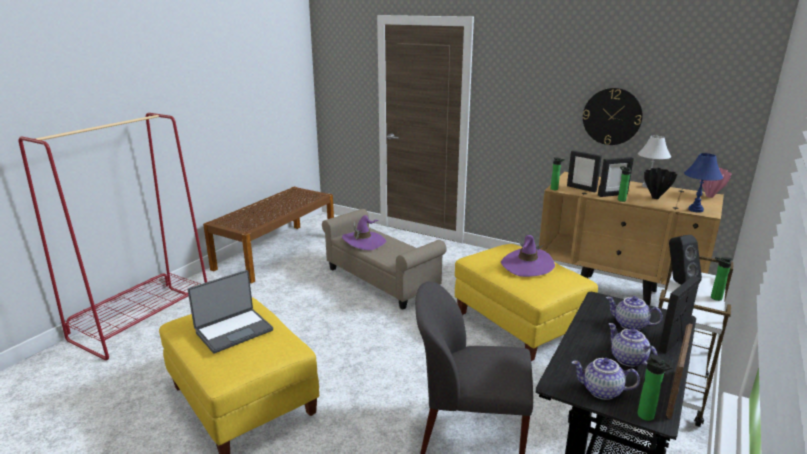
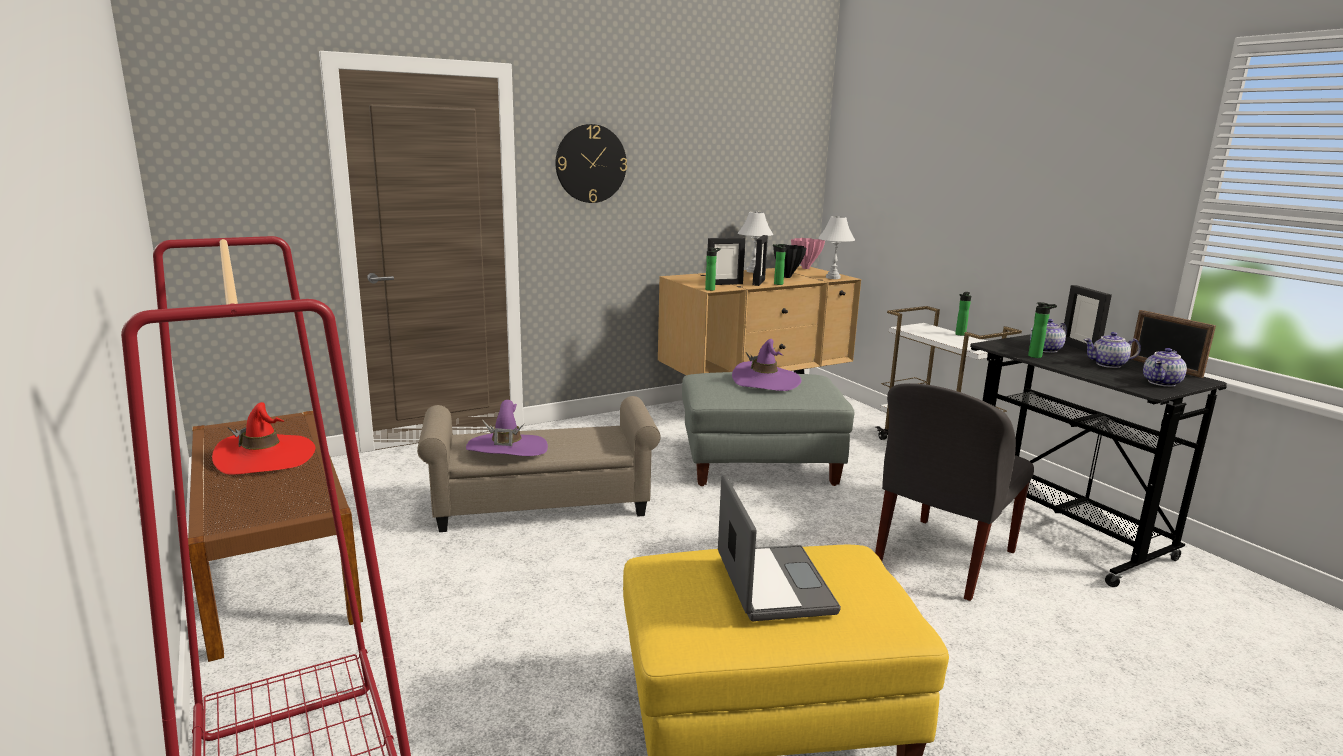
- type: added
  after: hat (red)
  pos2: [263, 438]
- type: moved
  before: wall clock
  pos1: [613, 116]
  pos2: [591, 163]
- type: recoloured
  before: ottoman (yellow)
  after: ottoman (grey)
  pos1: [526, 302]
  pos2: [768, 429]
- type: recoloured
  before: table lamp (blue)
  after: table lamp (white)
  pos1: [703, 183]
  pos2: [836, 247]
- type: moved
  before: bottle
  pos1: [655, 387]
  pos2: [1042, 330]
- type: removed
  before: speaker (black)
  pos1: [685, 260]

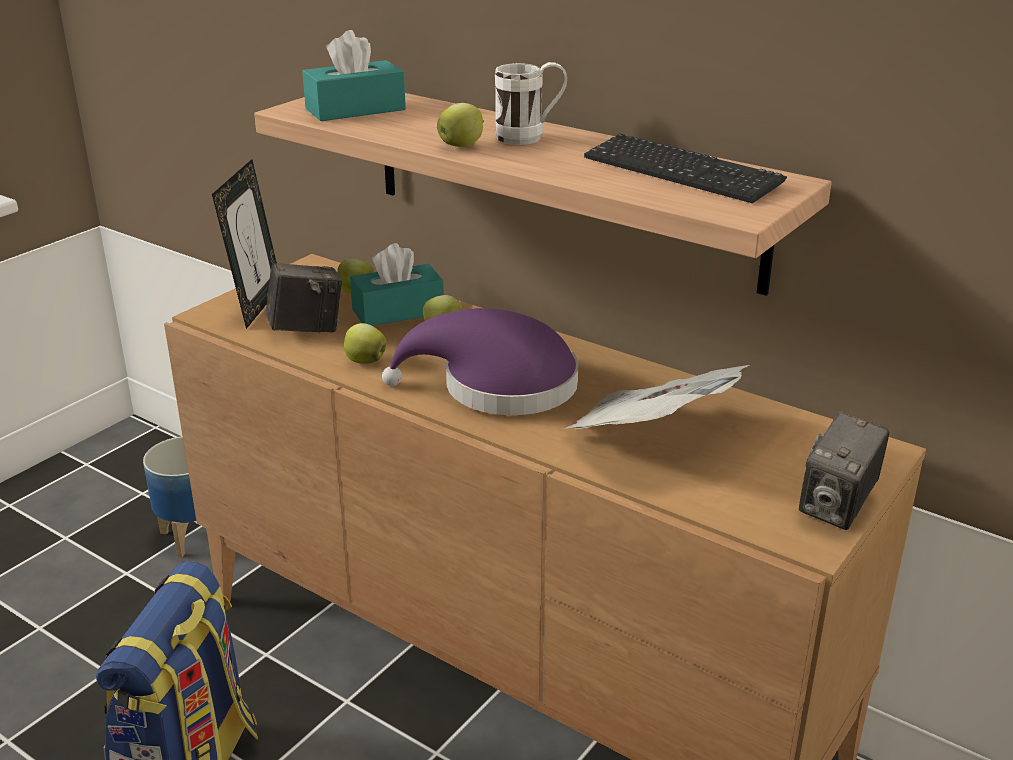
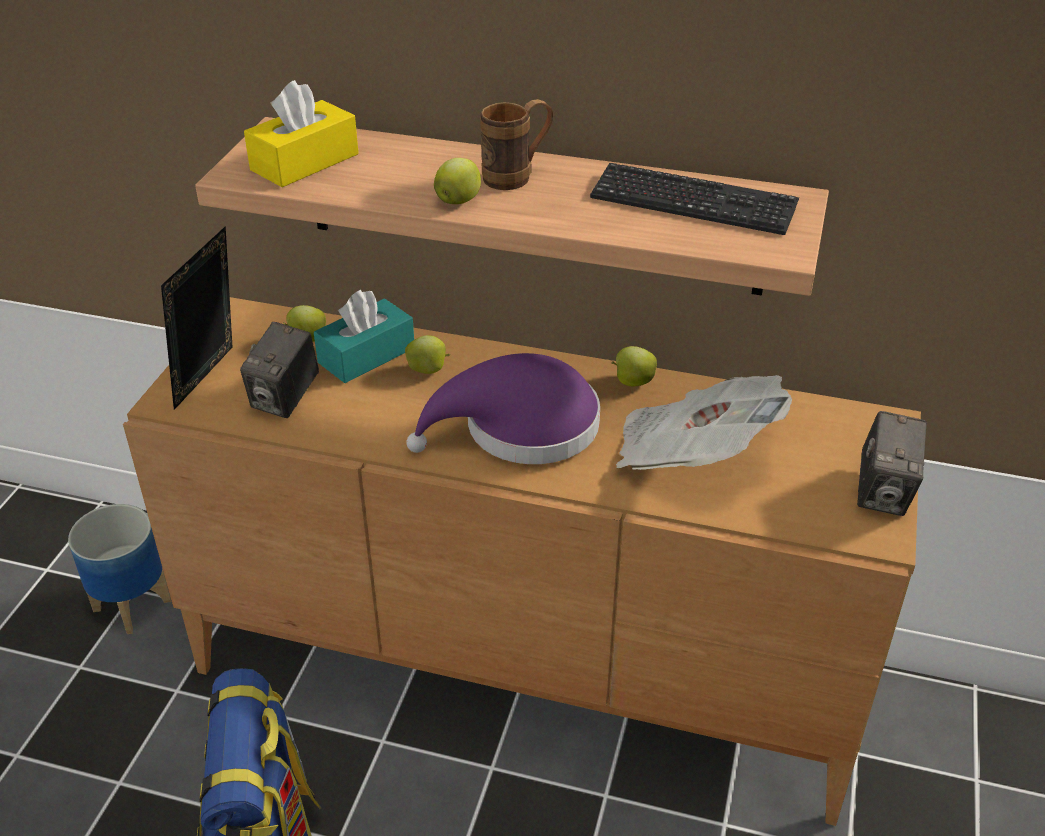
- type: turned
  before: picture frame
  pos1: [244, 244]
  pos2: [196, 318]
  turn: -150
- type: turned
  before: photo camera
  pos1: [304, 298]
  pos2: [279, 370]
  turn: 150
- type: recoloured
  before: tissue box (turquoise)
  after: tissue box (yellow)
  pos1: [354, 75]
  pos2: [301, 133]
- type: recoloured
  before: mug (white)
  after: mug (brown)
  pos1: [531, 103]
  pos2: [516, 144]
- type: moved
  before: apple
  pos1: [365, 343]
  pos2: [634, 366]

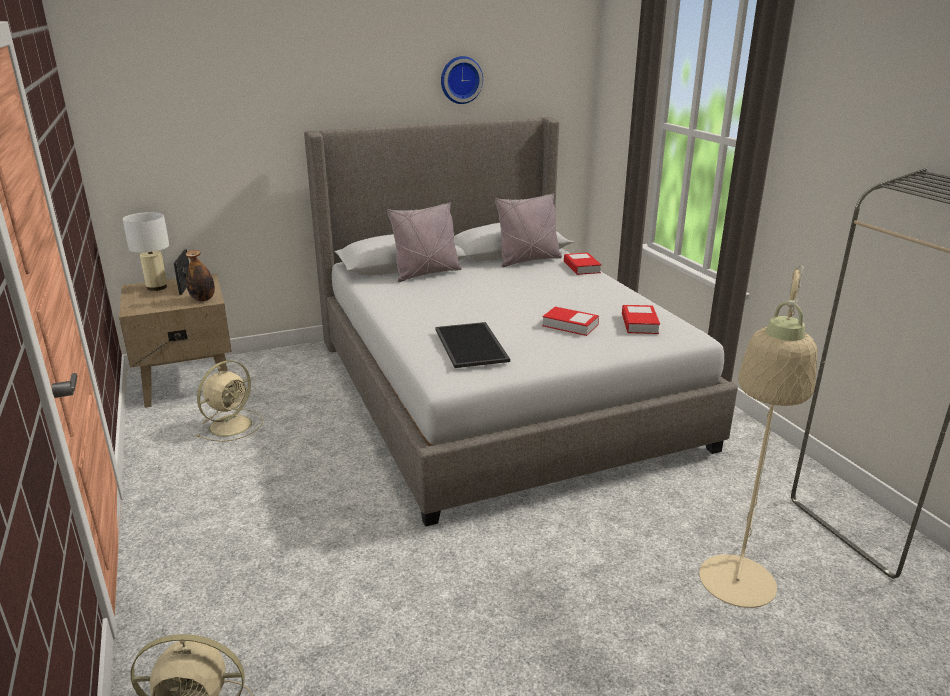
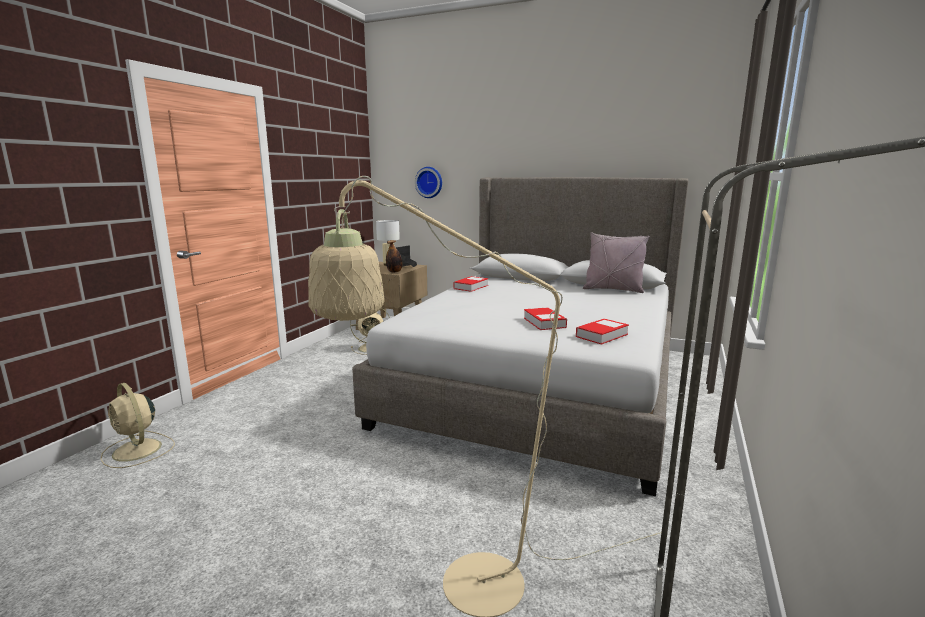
- type: moved
  before: wall clock
  pos1: [462, 80]
  pos2: [428, 182]
- type: moved
  before: book
  pos1: [582, 263]
  pos2: [471, 284]
- type: removed
  before: pillow (purple)
  pos1: [424, 242]
- type: removed
  before: tray
  pos1: [472, 345]

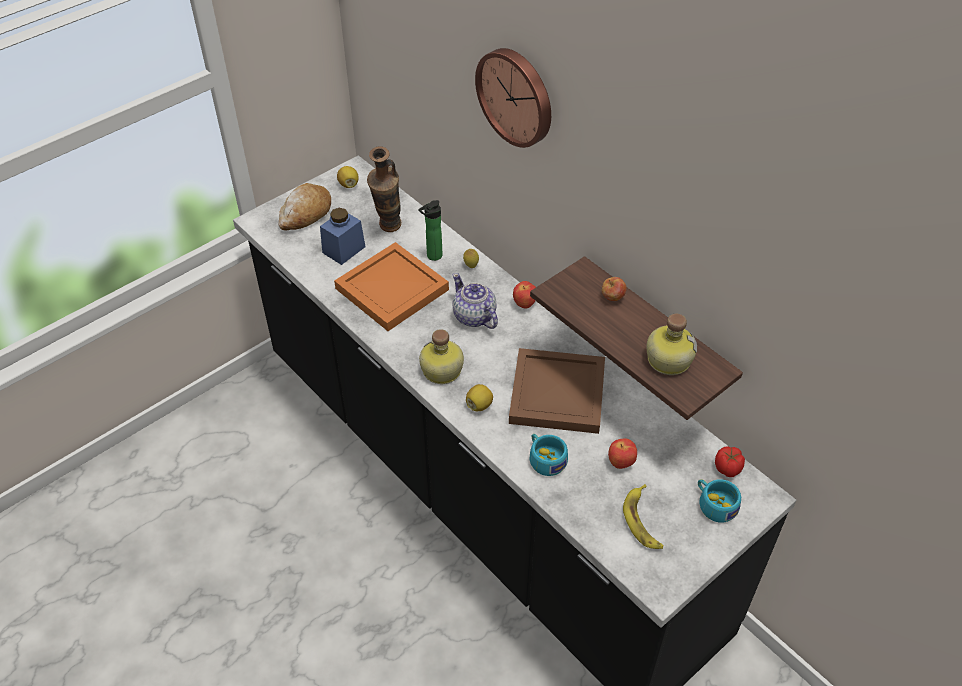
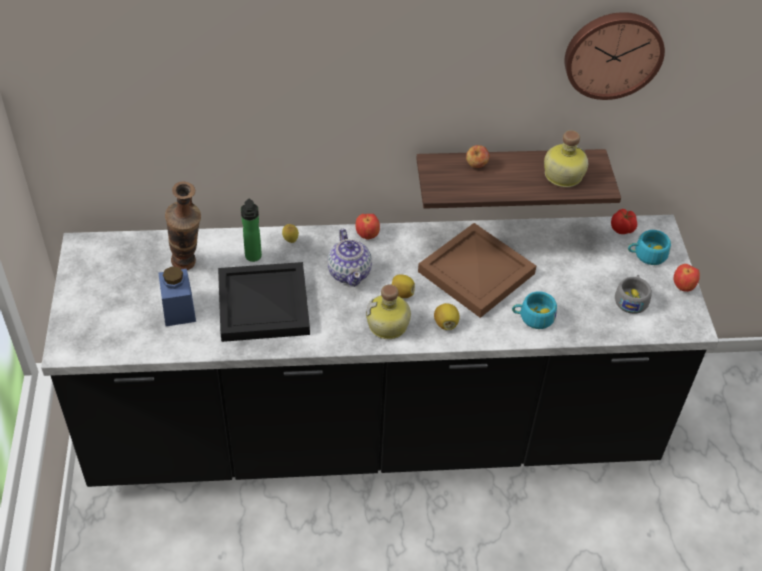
- type: recoloured
  before: tray (orange)
  after: tray (black)
  pos1: [391, 286]
  pos2: [264, 302]
- type: turned
  before: teapot
  pos1: [475, 301]
  pos2: [350, 258]
  turn: -105
- type: moved
  before: lemon
  pos1: [348, 177]
  pos2: [403, 286]
- type: moved
  before: wall clock
  pos1: [513, 98]
  pos2: [614, 56]
- type: replaced
  before: banana
  after: cup (grey)
  pos1: [643, 516]
  pos2: [633, 294]
- type: moved
  before: apple
  pos1: [622, 453]
  pos2: [687, 278]
- type: removed
  before: bread
  pos1: [305, 207]

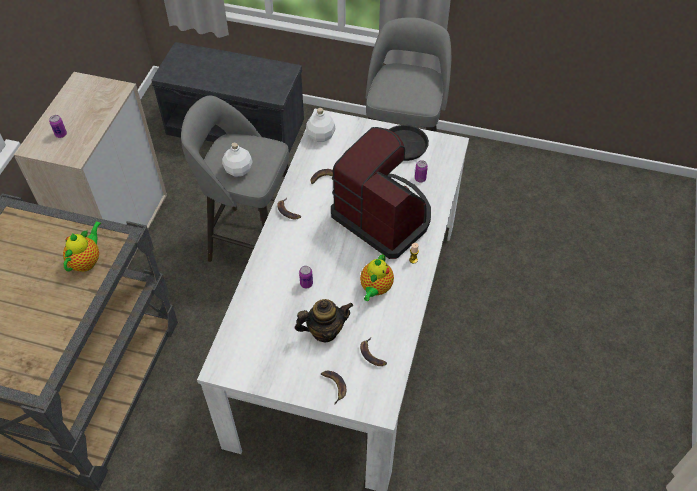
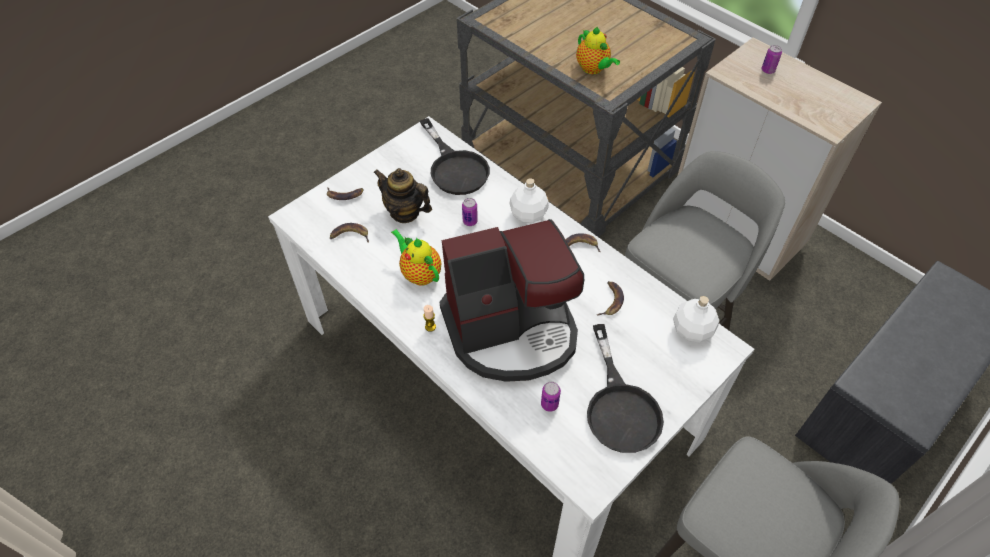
- type: turned
  before: teapot
  pos1: [324, 321]
  pos2: [402, 195]
  turn: 105
- type: added
  after: frying pan (black)
  pos2: [455, 156]
- type: moved
  before: bottle (white)
  pos1: [237, 159]
  pos2: [529, 200]

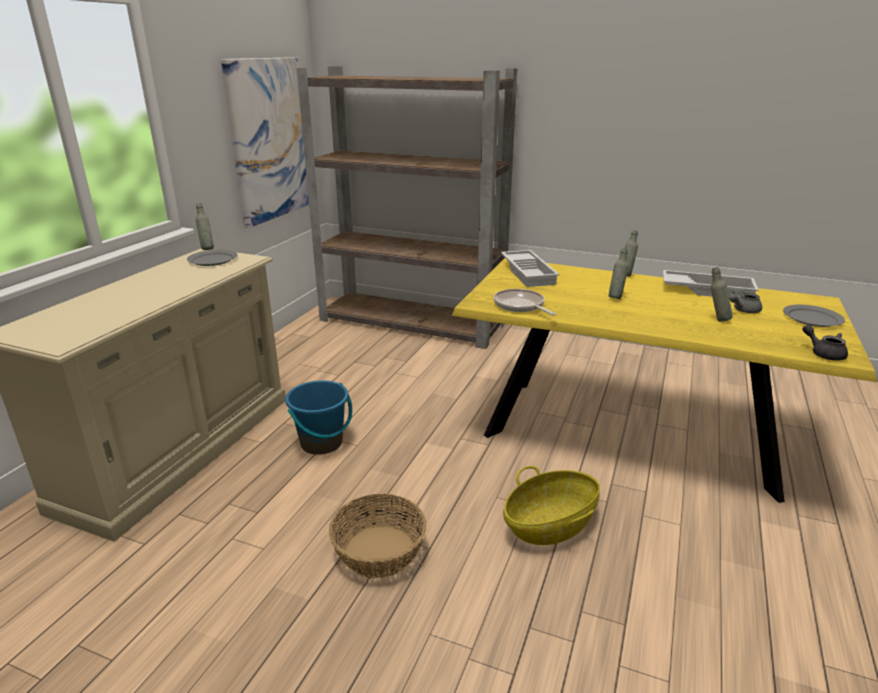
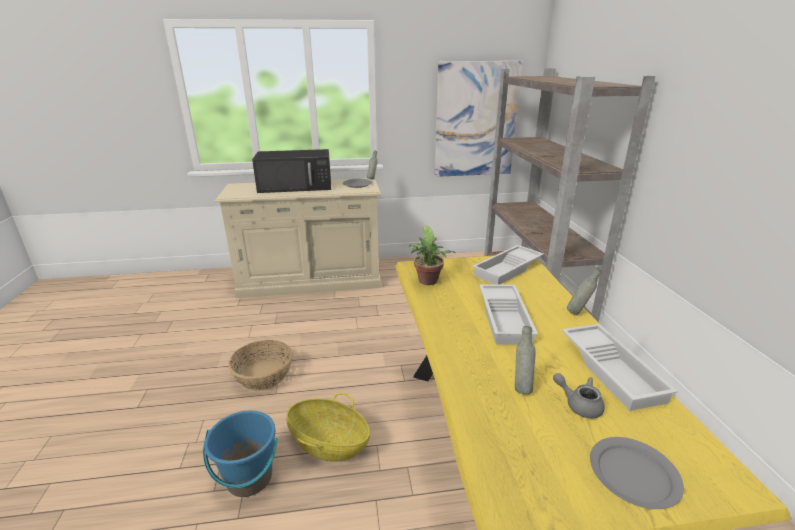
- type: moved
  before: bucket (blue)
  pos1: [318, 417]
  pos2: [240, 453]
- type: added
  after: microwave (black)
  pos2: [291, 171]
- type: replaced
  before: frying pan
  after: potted plant
  pos1: [525, 302]
  pos2: [432, 255]
- type: replaced
  before: bottle (grey)
  after: tray (white)
  pos1: [618, 273]
  pos2: [508, 315]
- type: removed
  before: teapot (grey)
  pos1: [825, 343]

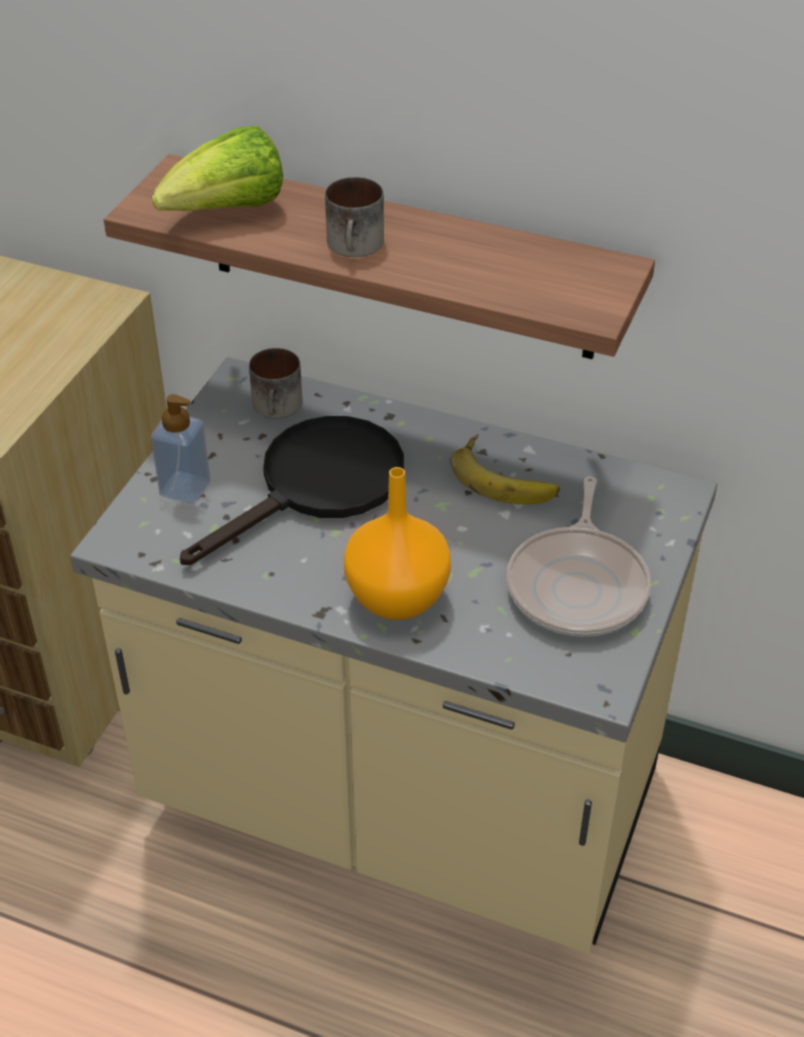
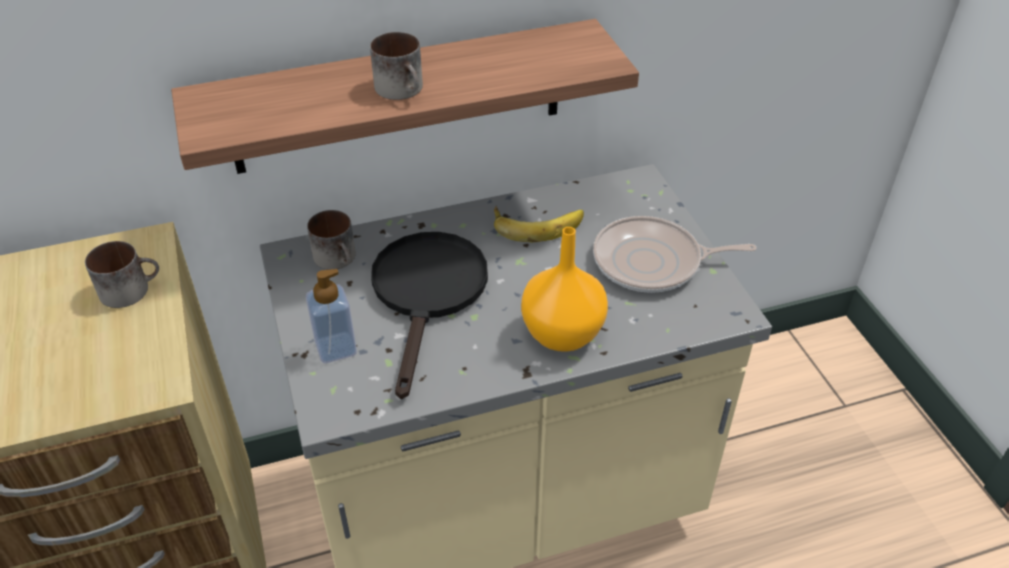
- type: added
  after: mug
  pos2: [122, 274]
- type: turned
  before: frying pan
  pos1: [579, 556]
  pos2: [675, 254]
  turn: 120
- type: removed
  before: lettuce
  pos1: [217, 168]

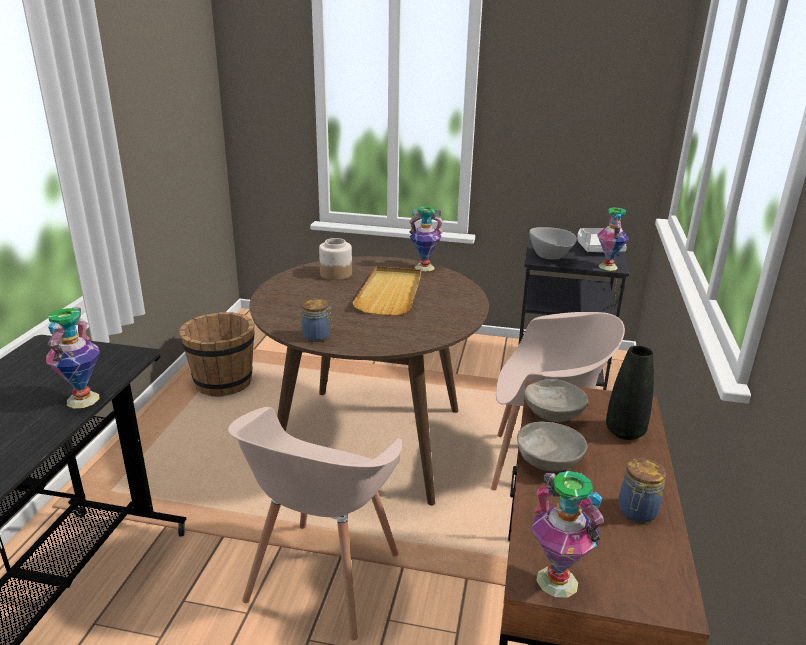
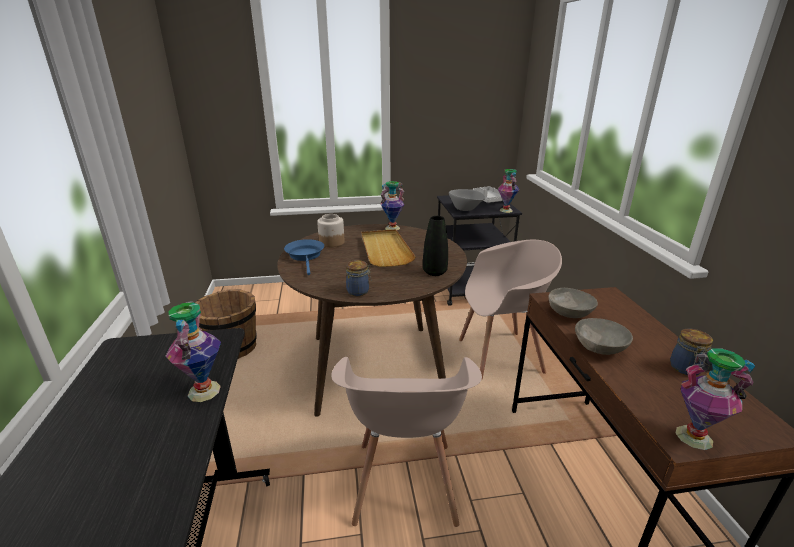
- type: added
  after: frying pan (blue)
  pos2: [304, 257]
- type: moved
  before: vase (black)
  pos1: [630, 392]
  pos2: [435, 246]

